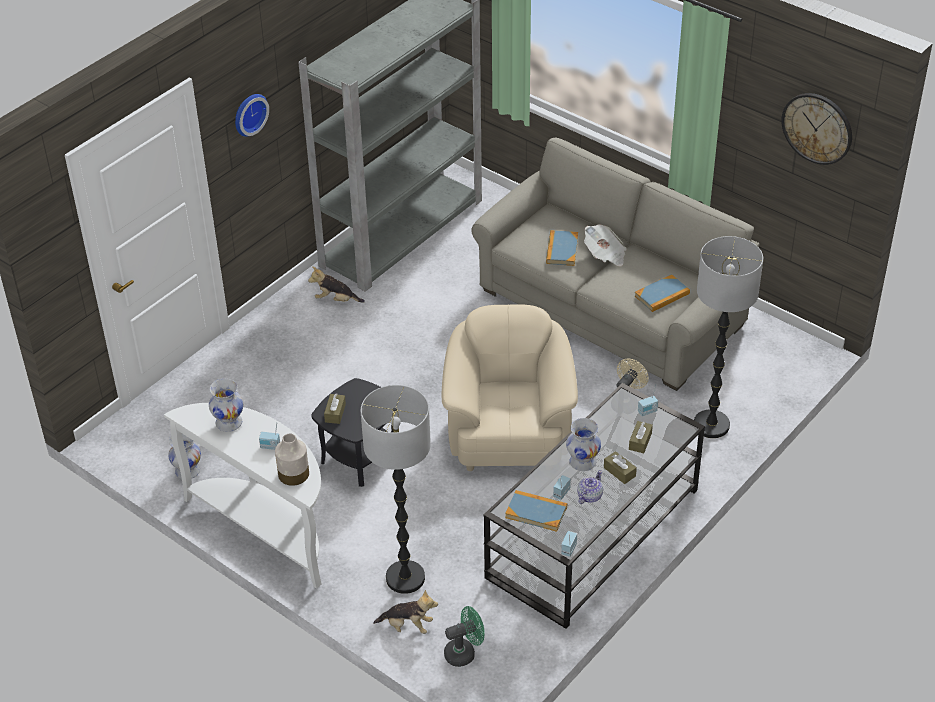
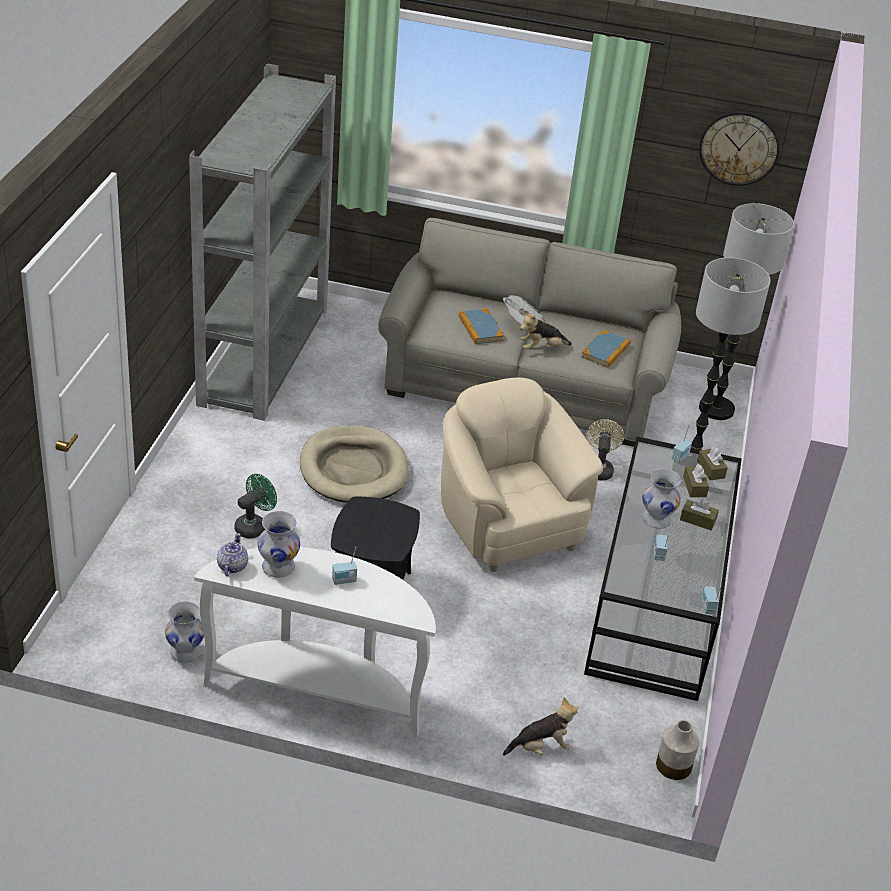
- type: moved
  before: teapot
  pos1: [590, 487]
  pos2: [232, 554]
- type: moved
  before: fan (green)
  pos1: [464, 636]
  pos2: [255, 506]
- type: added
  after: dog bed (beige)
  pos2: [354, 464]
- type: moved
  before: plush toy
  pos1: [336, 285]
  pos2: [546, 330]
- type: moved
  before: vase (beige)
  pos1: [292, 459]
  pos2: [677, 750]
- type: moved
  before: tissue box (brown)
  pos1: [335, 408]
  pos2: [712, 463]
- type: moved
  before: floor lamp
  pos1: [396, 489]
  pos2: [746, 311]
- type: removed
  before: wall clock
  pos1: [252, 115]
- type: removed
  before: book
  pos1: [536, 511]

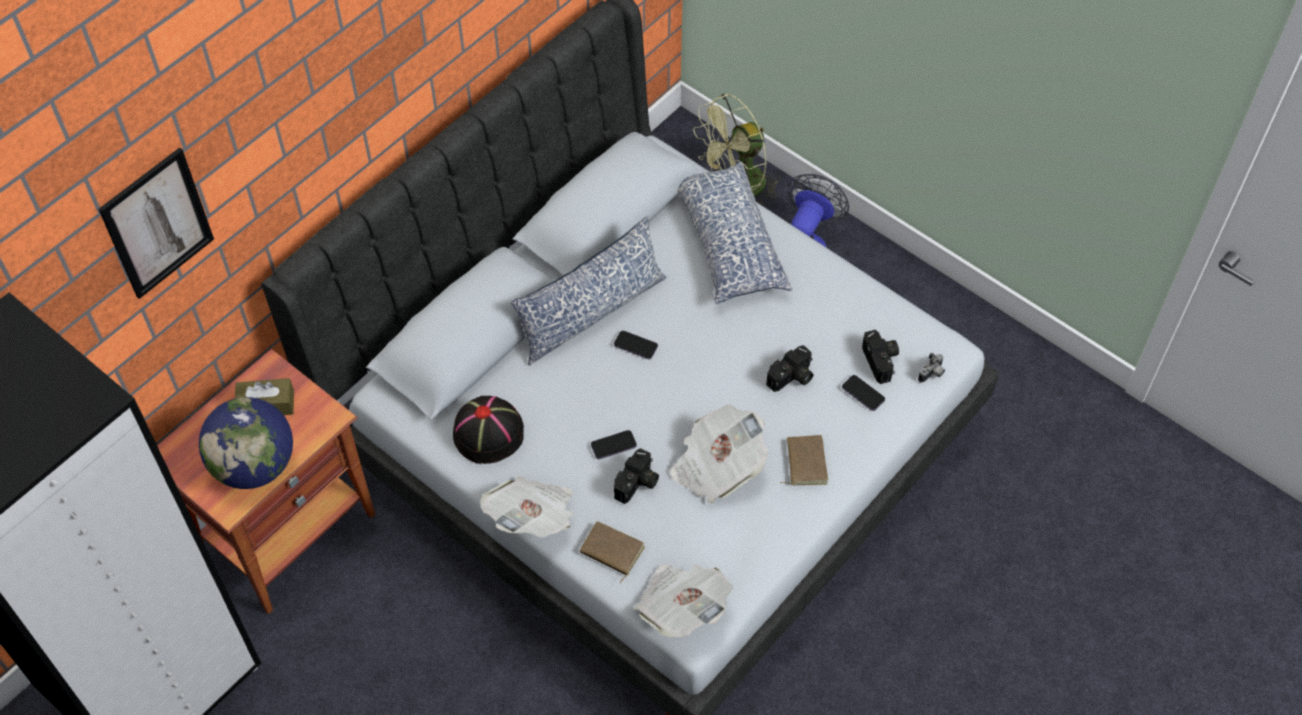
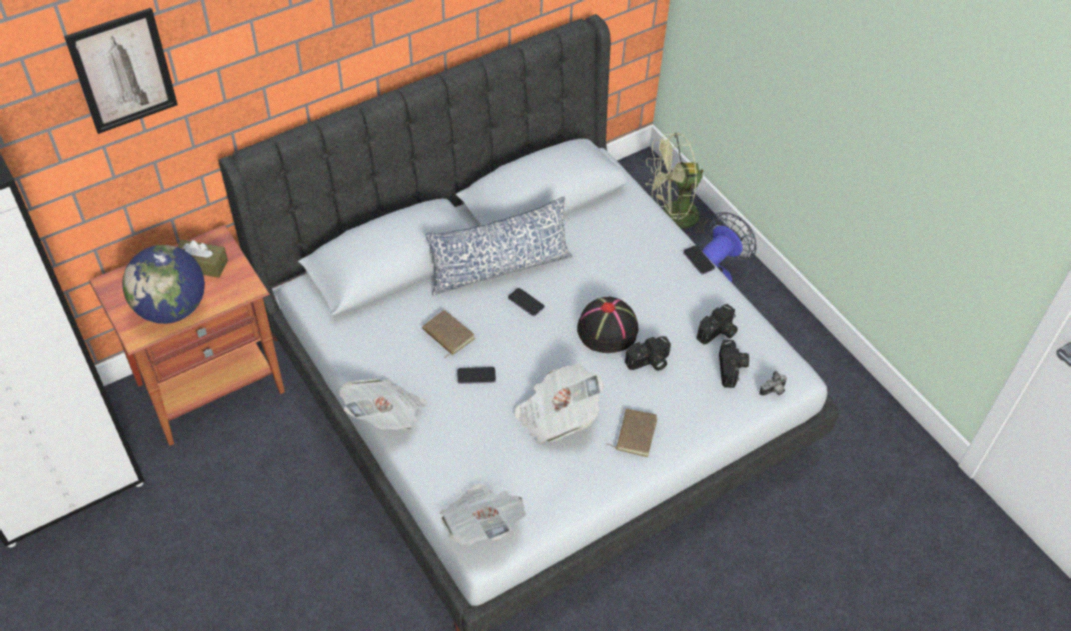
- type: moved
  before: book (brown)
  pos1: [612, 552]
  pos2: [448, 334]
- type: moved
  before: hat (black)
  pos1: [488, 430]
  pos2: [607, 324]
- type: moved
  before: phone
  pos1: [863, 393]
  pos2: [699, 259]
- type: moved
  before: photo camera
  pos1: [636, 476]
  pos2: [717, 324]
- type: removed
  before: pillow
  pos1: [735, 232]

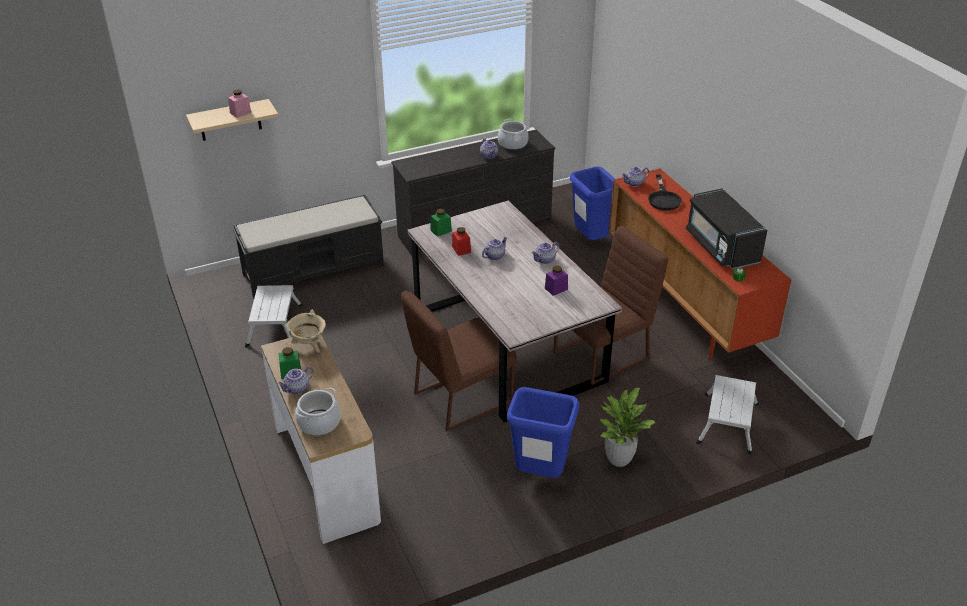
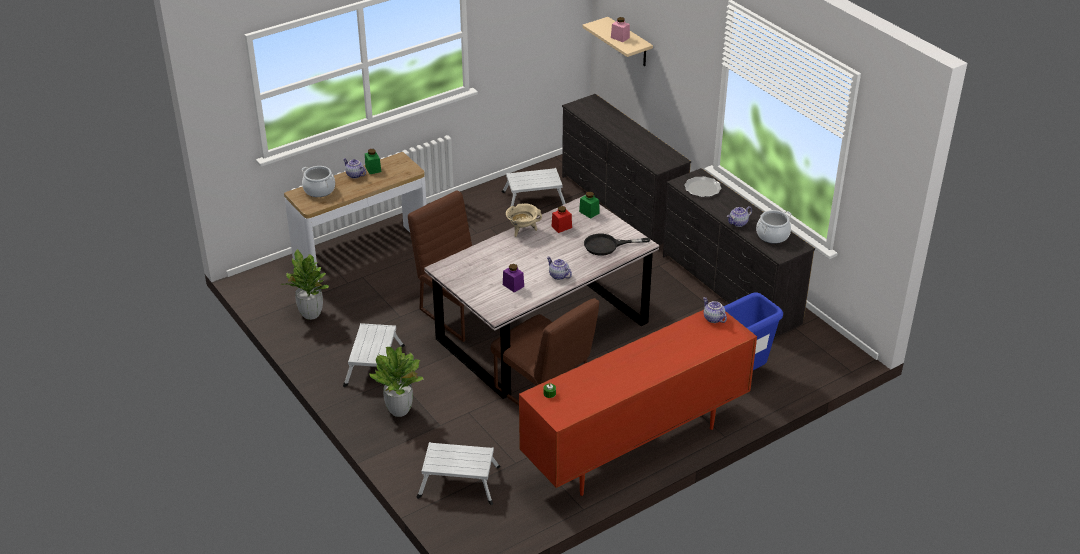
- type: added
  after: potted plant
  pos2: [304, 284]
- type: replaced
  before: trash can (blue)
  after: step ladder (white)
  pos1: [543, 432]
  pos2: [374, 355]
- type: moved
  before: cooking pot (beige)
  pos1: [306, 331]
  pos2: [524, 220]
- type: replaced
  before: bench (black)
  after: dresser (black)
  pos1: [308, 246]
  pos2: [626, 169]
- type: moved
  before: frying pan (black)
  pos1: [665, 193]
  pos2: [617, 244]
- type: added
  after: plate
  pos2: [702, 186]
- type: removed
  before: teapot
  pos1: [495, 248]
- type: removed
  before: microwave (black)
  pos1: [726, 228]

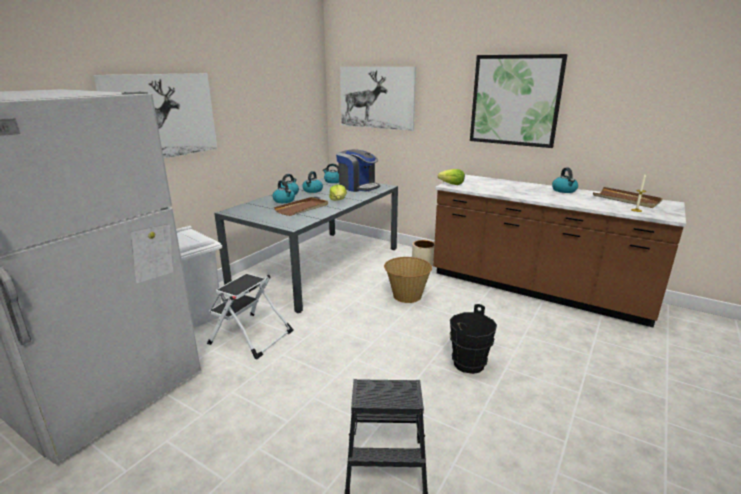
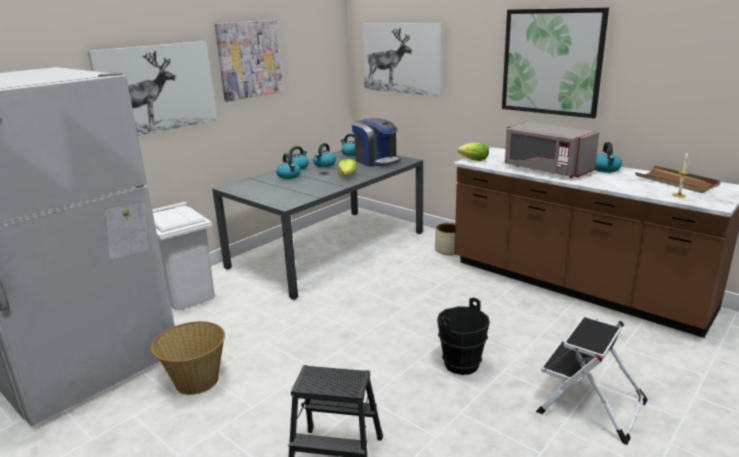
- type: moved
  before: basket
  pos1: [408, 280]
  pos2: [188, 358]
- type: added
  after: picture
  pos2: [249, 61]
- type: added
  after: microwave (grey)
  pos2: [552, 149]
- type: moved
  before: step ladder
  pos1: [250, 316]
  pos2: [592, 381]
- type: removed
  before: tray (brown)
  pos1: [301, 206]

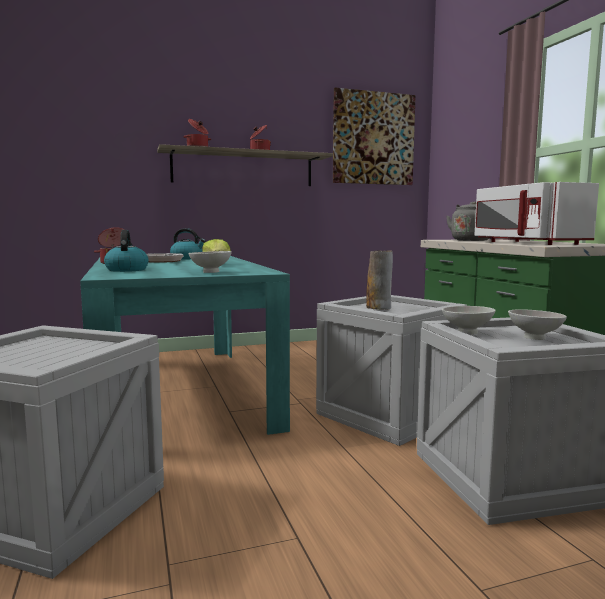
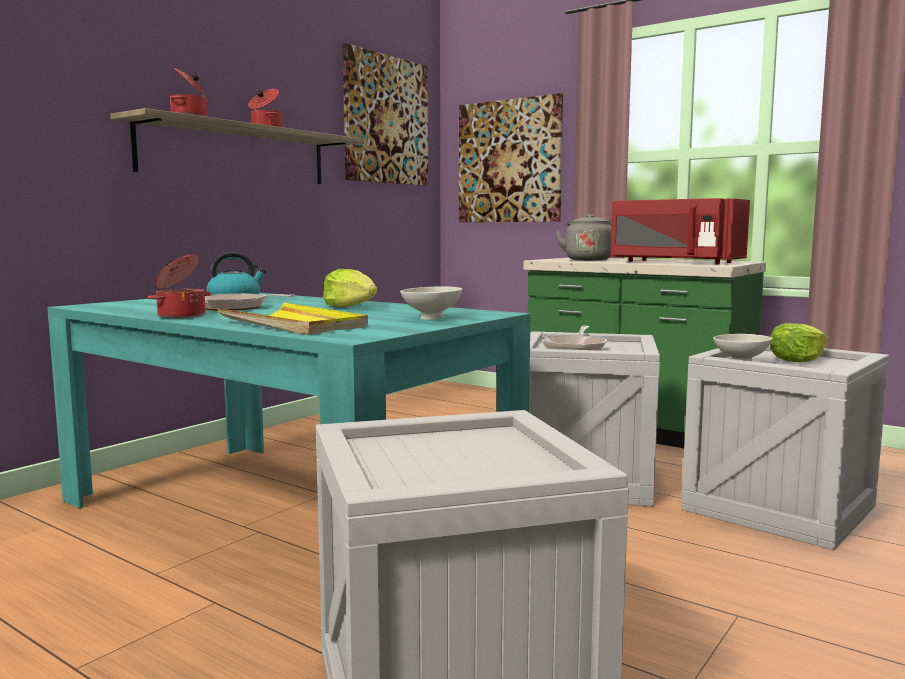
- type: replaced
  before: kettle
  after: tray (yellow)
  pos1: [126, 251]
  pos2: [292, 318]
- type: added
  after: picture
  pos2: [511, 157]
- type: replaced
  before: vase
  after: frying pan
  pos1: [379, 280]
  pos2: [574, 338]
- type: recoloured
  before: microwave (white)
  after: microwave (red)
  pos1: [537, 213]
  pos2: [680, 231]
- type: replaced
  before: bowl (white)
  after: lettuce
  pos1: [537, 325]
  pos2: [799, 342]

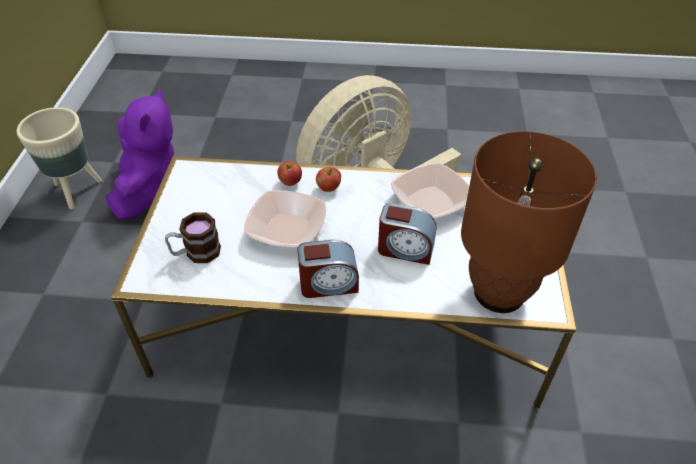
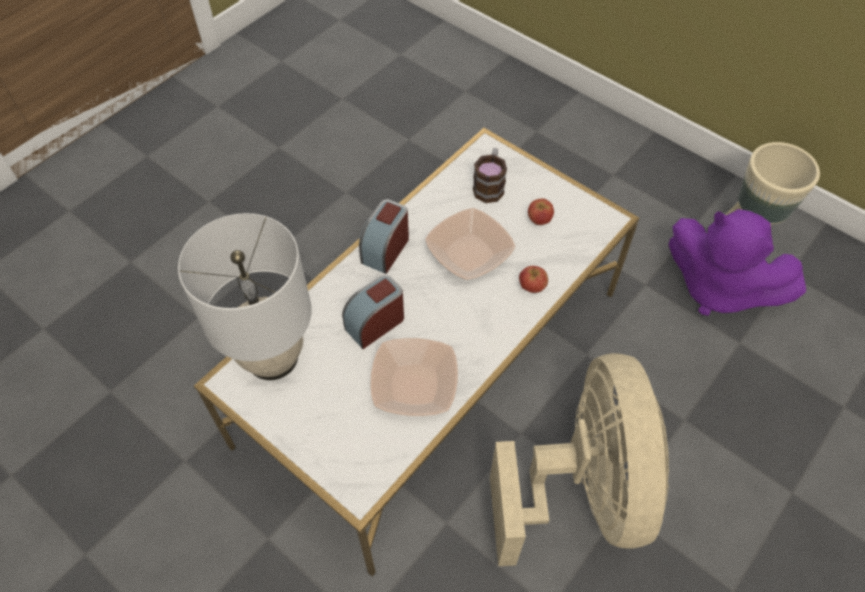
- type: recoloured
  before: table lamp (brown)
  after: table lamp (white)
  pos1: [529, 222]
  pos2: [245, 296]
- type: moved
  before: apple
  pos1: [328, 179]
  pos2: [541, 211]

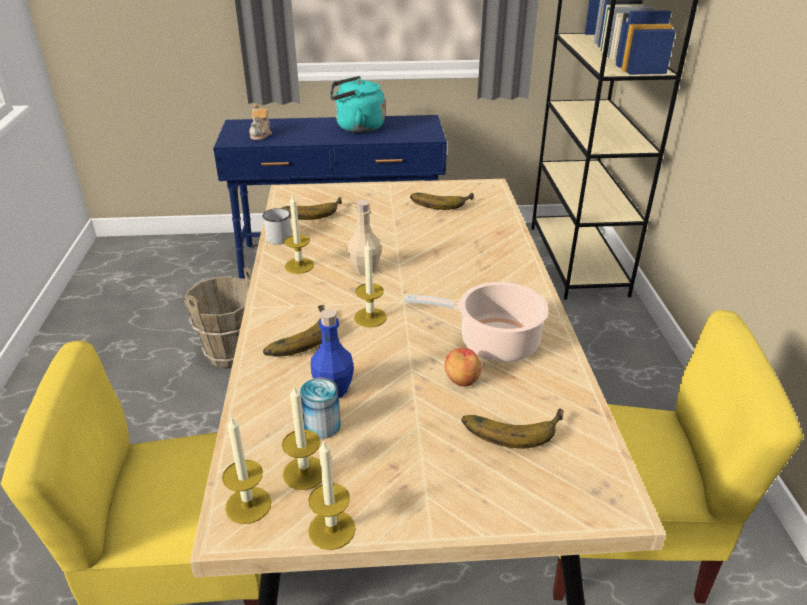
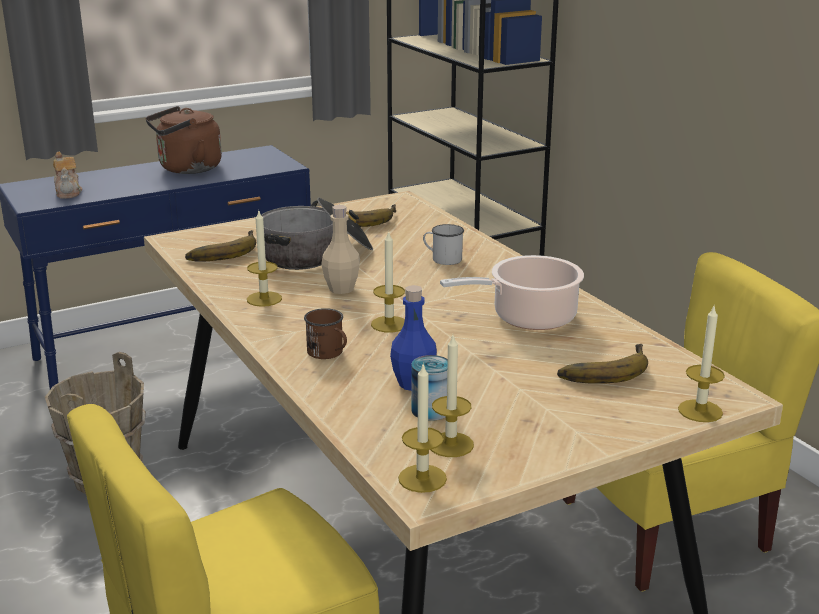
- type: recoloured
  before: kettle (turquoise)
  after: kettle (brown)
  pos1: [357, 104]
  pos2: [183, 140]
- type: added
  after: cooking pot
  pos2: [317, 233]
- type: replaced
  before: banana
  after: mug (brown)
  pos1: [294, 331]
  pos2: [325, 333]
- type: moved
  before: mug (white)
  pos1: [277, 226]
  pos2: [443, 244]
- type: moved
  before: candle
  pos1: [332, 494]
  pos2: [701, 364]
- type: removed
  before: apple
  pos1: [463, 367]

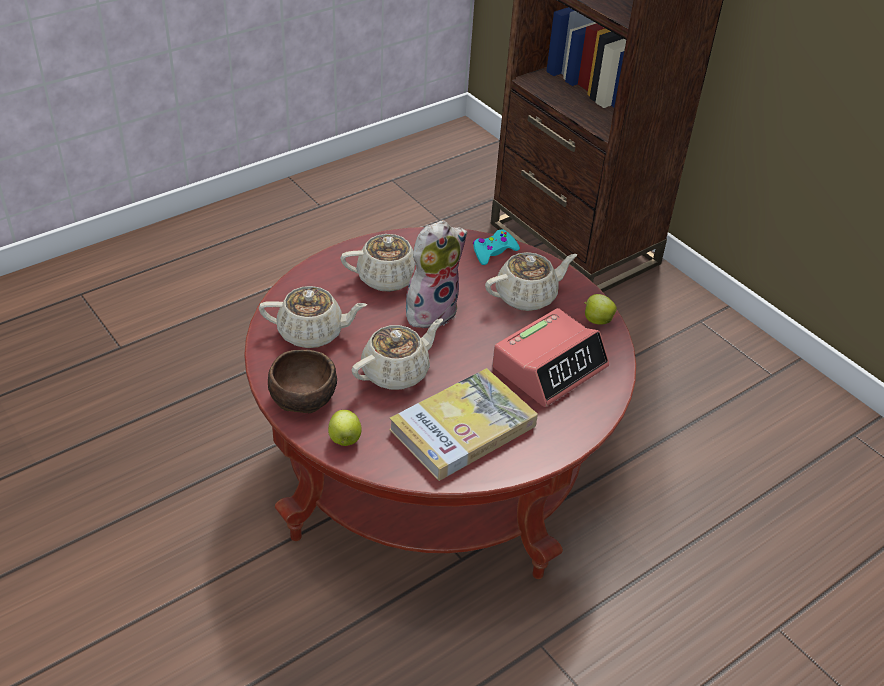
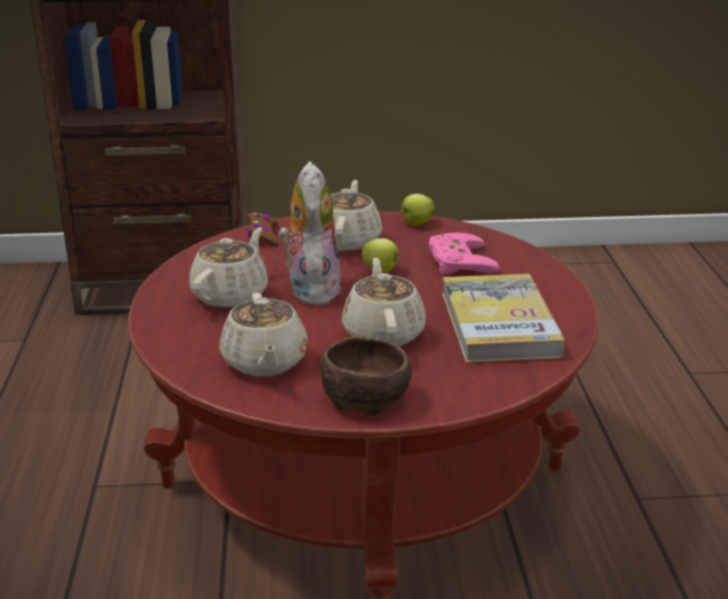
- type: turned
  before: teapot (beige)
  pos1: [313, 317]
  pos2: [263, 334]
  turn: 135
- type: recoloured
  before: game controller (turquoise)
  after: game controller (brown)
  pos1: [496, 247]
  pos2: [263, 229]
- type: moved
  before: apple
  pos1: [345, 428]
  pos2: [380, 255]
- type: replaced
  before: alarm clock
  after: game controller (pink)
  pos1: [550, 357]
  pos2: [464, 254]

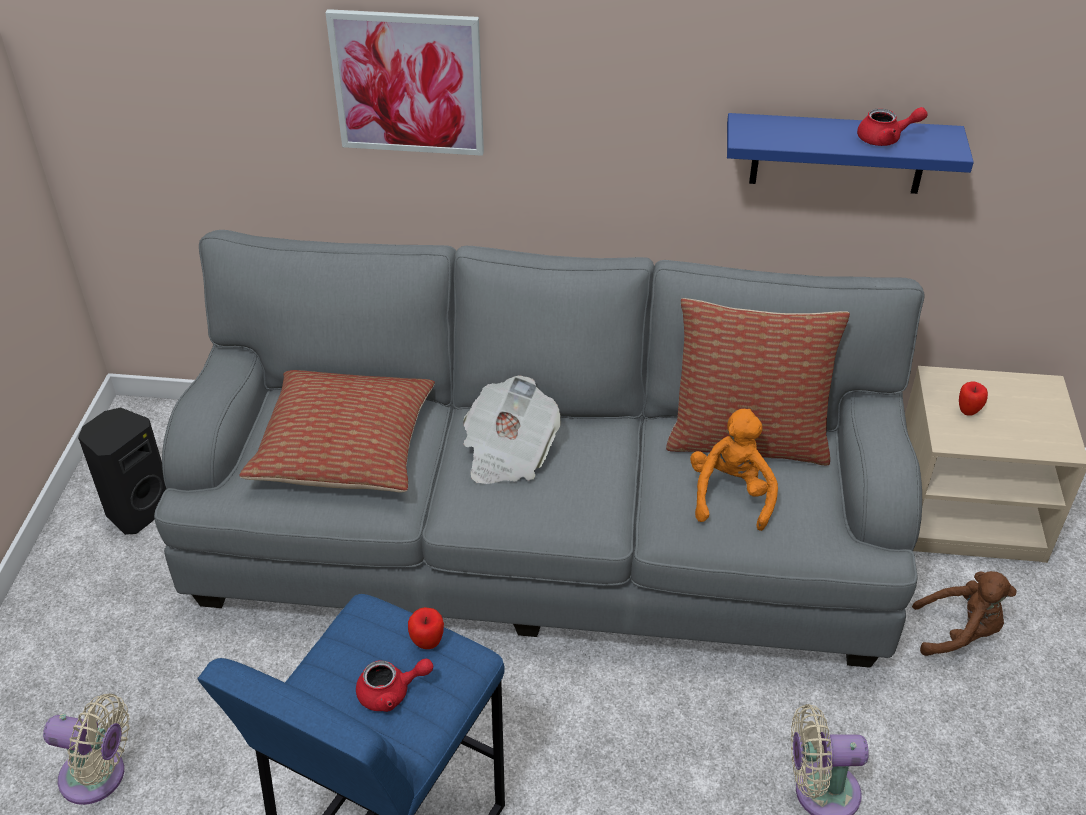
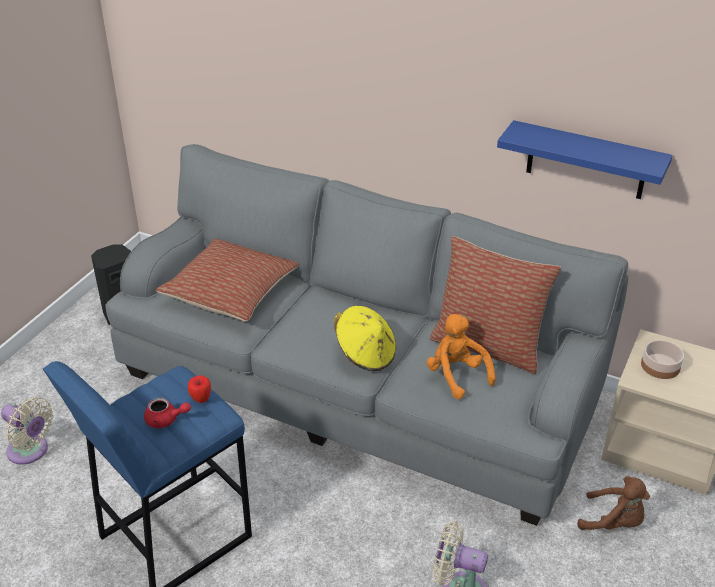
- type: added
  after: hat (yellow)
  pos2: [365, 338]
- type: turned
  before: plush toy (orange)
  pos1: [734, 470]
  pos2: [461, 356]
  turn: -60
- type: replaced
  before: apple
  after: bowl
  pos1: [973, 398]
  pos2: [662, 359]
- type: removed
  before: picture
  pos1: [405, 82]
- type: removed
  before: newspaper
  pos1: [512, 430]
- type: removed
  before: teapot (red)
  pos1: [892, 126]

